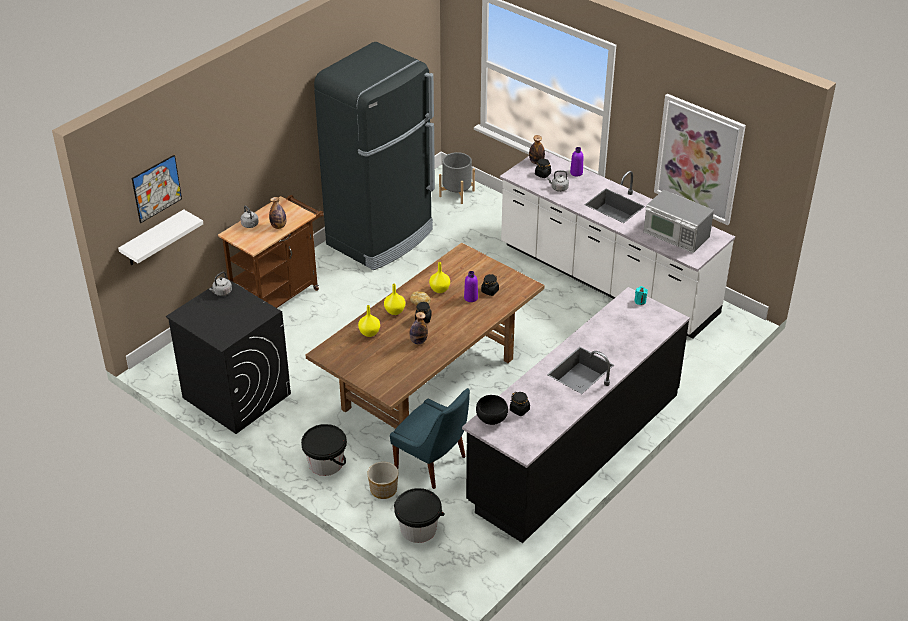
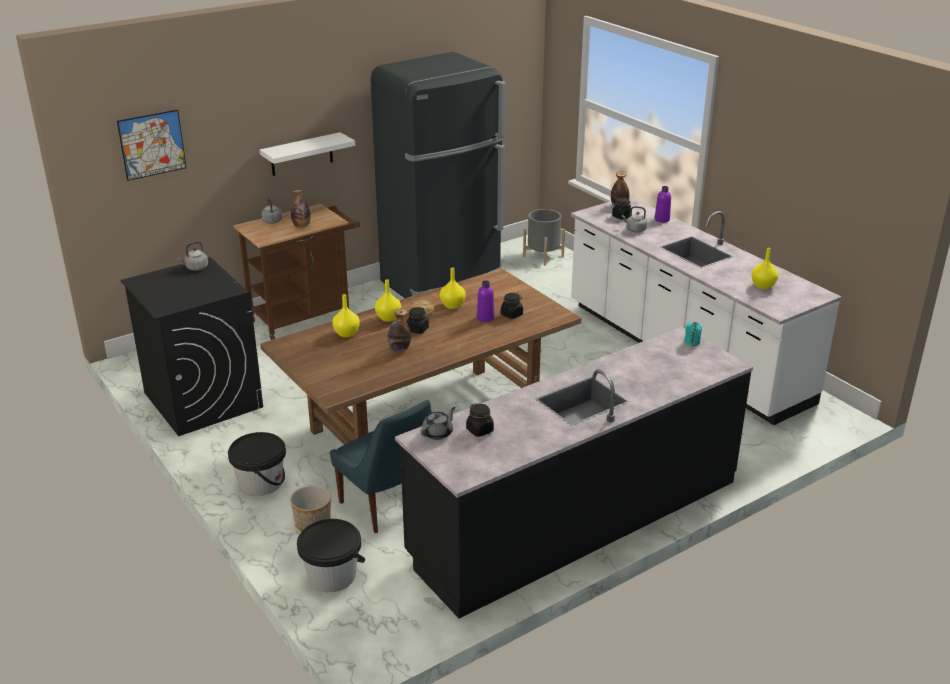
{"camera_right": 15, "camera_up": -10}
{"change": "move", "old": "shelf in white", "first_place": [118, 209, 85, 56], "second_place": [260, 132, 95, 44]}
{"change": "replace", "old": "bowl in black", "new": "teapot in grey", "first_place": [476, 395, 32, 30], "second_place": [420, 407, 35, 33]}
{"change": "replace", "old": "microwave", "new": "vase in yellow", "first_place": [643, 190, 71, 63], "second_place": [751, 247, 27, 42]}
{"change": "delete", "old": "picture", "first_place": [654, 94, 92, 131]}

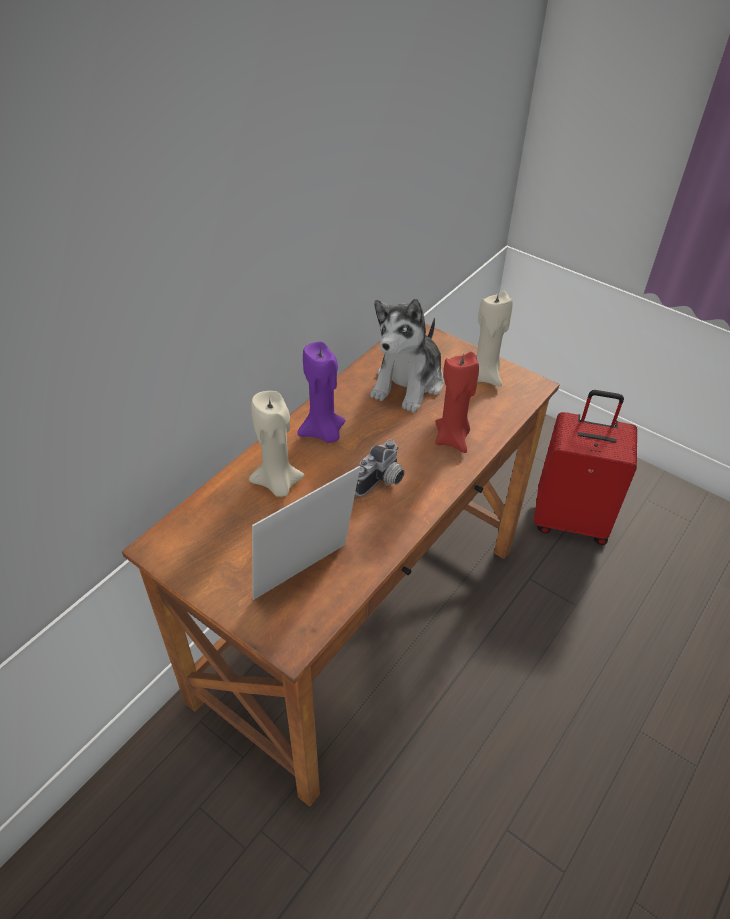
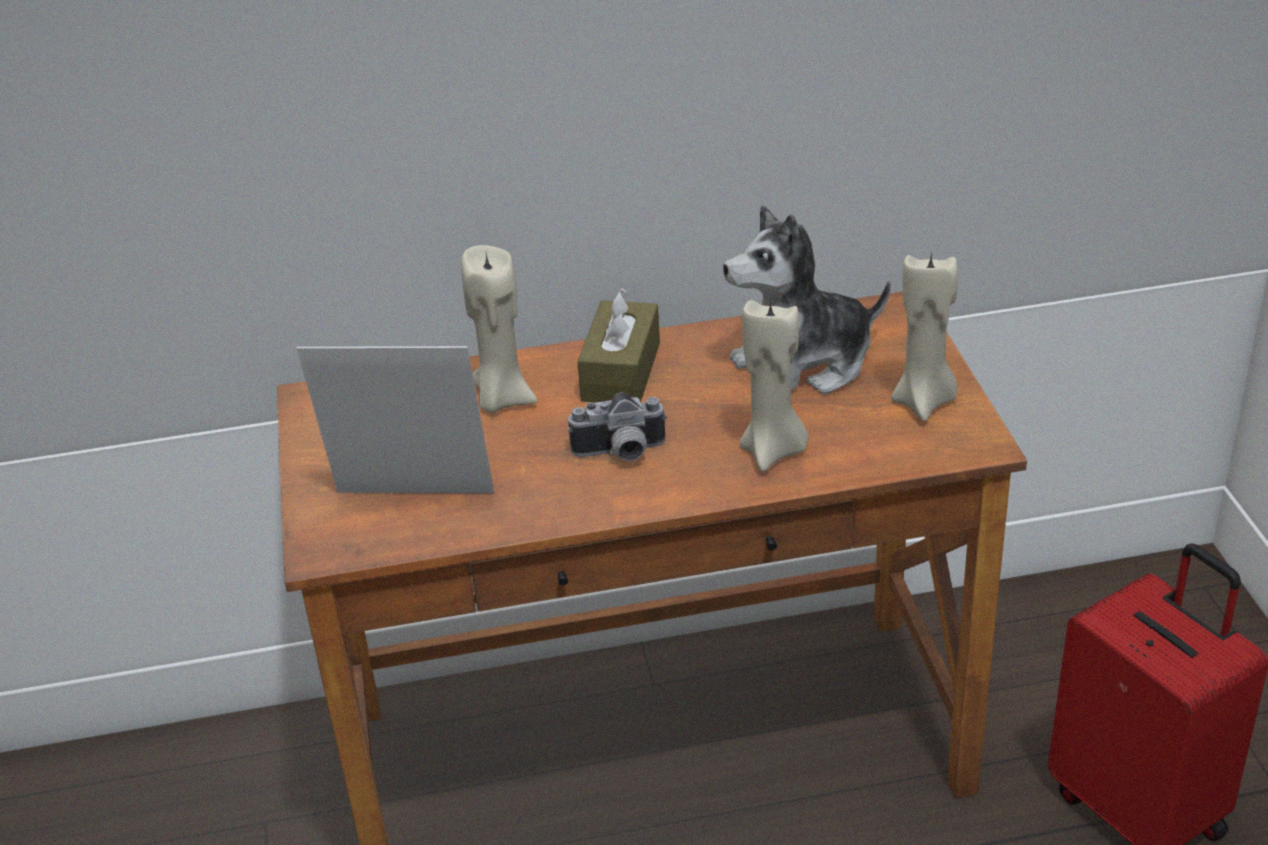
{"camera_right": 45, "camera_up": -10}
{"change": "replace", "old": "candle in purple", "new": "tissue box in brown", "first_place": [297, 342, 49, 101], "second_place": [577, 287, 83, 116]}
{"change": "recolor", "old": "candle in red", "new": "candle in beige", "first_place": [435, 352, 44, 101], "second_place": [740, 298, 68, 174]}

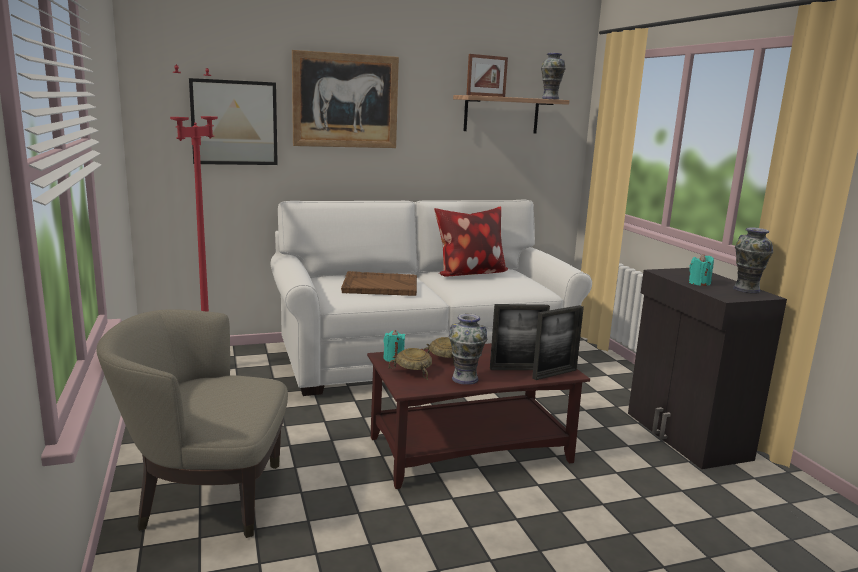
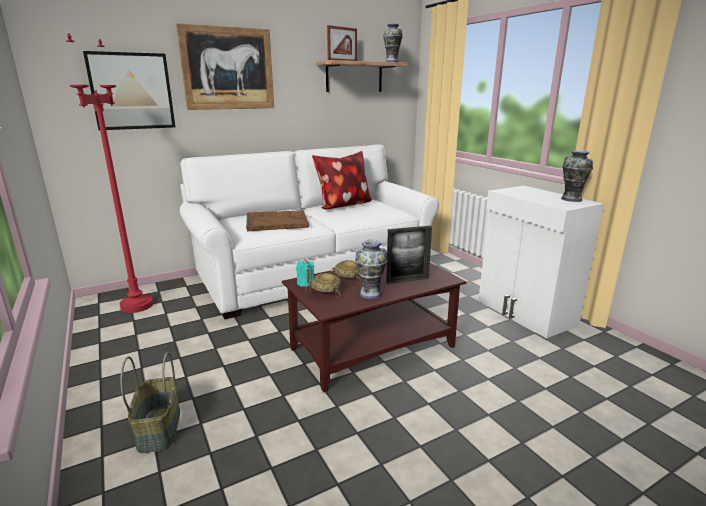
{"camera_right": -10, "camera_up": 5}
{"change": "replace", "old": "armchair in beige", "new": "basket", "first_place": [96, 309, 192, 229], "second_place": [120, 352, 60, 101]}
{"change": "recolor", "old": "cabinet in black", "new": "cabinet in white", "first_place": [628, 268, 159, 201], "second_place": [478, 186, 126, 152]}
{"change": "delete", "old": "picture frame", "first_place": [532, 305, 52, 75]}
{"change": "delete", "old": "candle in turquoise", "first_place": [689, 254, 25, 32]}

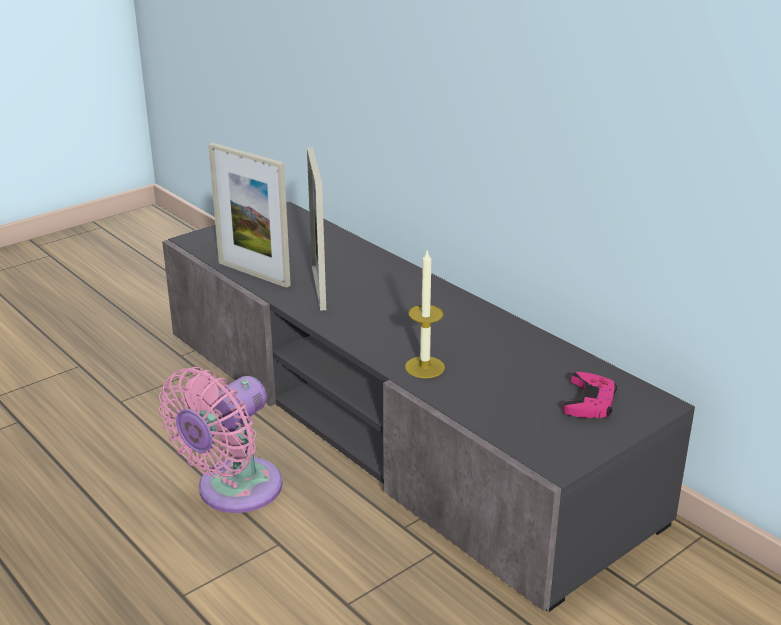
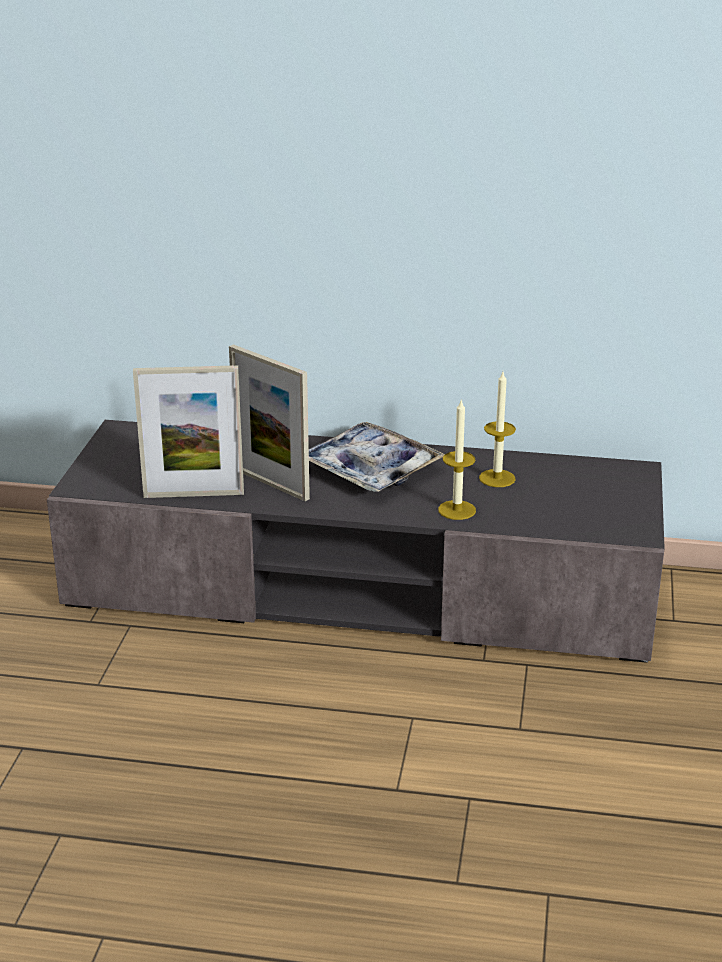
{"camera_right": -40, "camera_up": 0}
{"change": "insert", "new": "tray", "second_place": [309, 422, 136, 70]}
{"change": "insert", "new": "candle", "second_place": [479, 372, 37, 115]}
{"change": "delete", "old": "fan in pink", "first_place": [159, 367, 124, 146]}
{"change": "delete", "old": "game controller in pink", "first_place": [563, 372, 54, 46]}

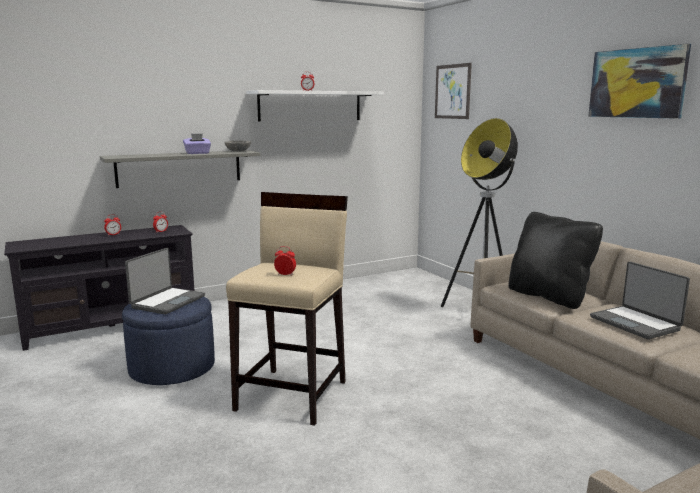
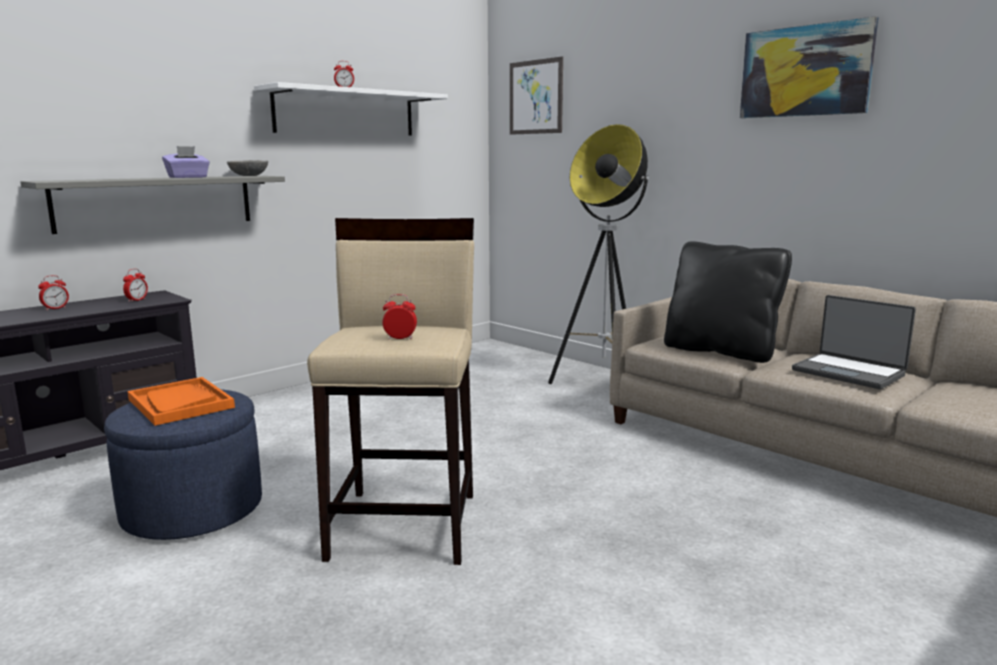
{"camera_right": -15, "camera_up": 0}
{"change": "replace", "old": "laptop", "new": "tray in orange", "first_place": [125, 248, 80, 66], "second_place": [128, 377, 107, 49]}

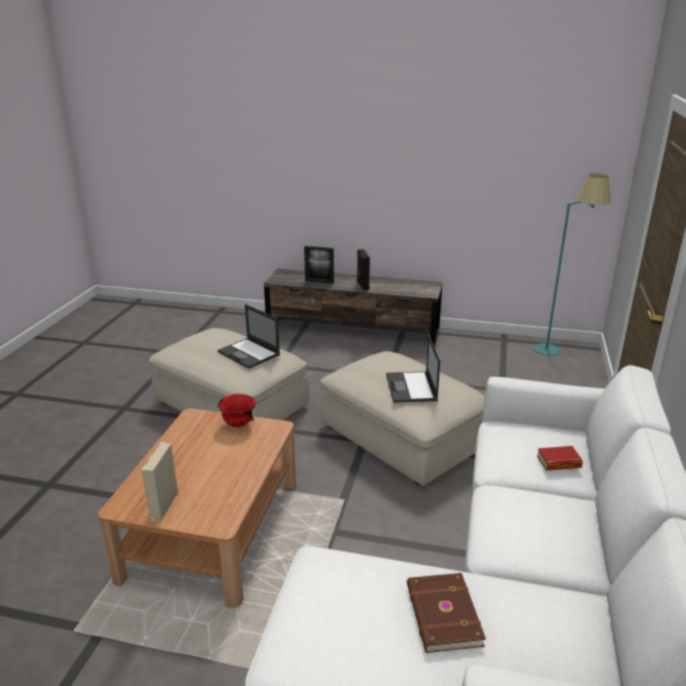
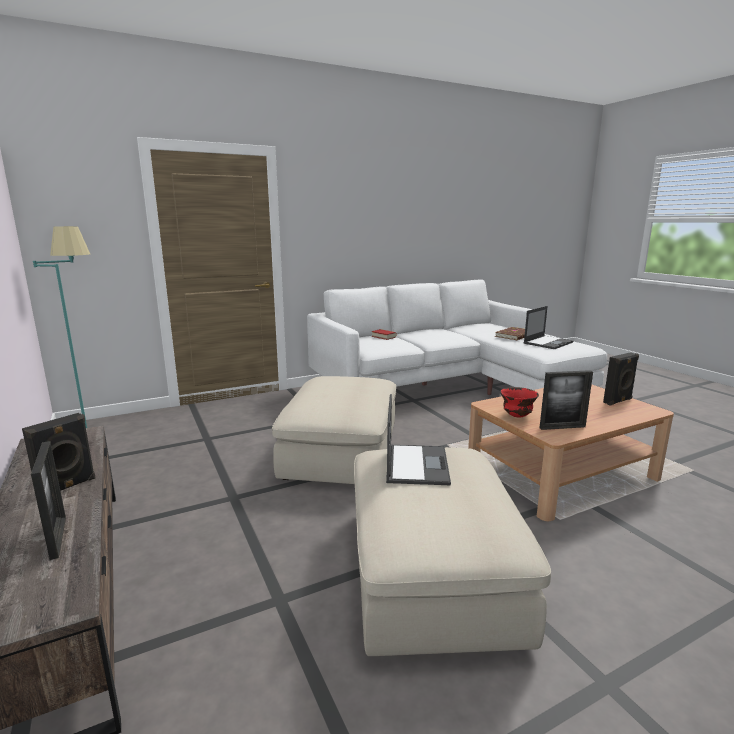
{"camera_right": -130, "camera_up": -10}
{"change": "move", "old": "laptop", "first_place": [386, 335, 54, 68], "second_place": [523, 306, 50, 43]}
{"change": "insert", "new": "picture frame", "second_place": [539, 370, 54, 60]}
{"change": "recolor", "old": "speaker in beige", "new": "speaker in black", "first_place": [141, 442, 37, 80], "second_place": [603, 352, 36, 54]}

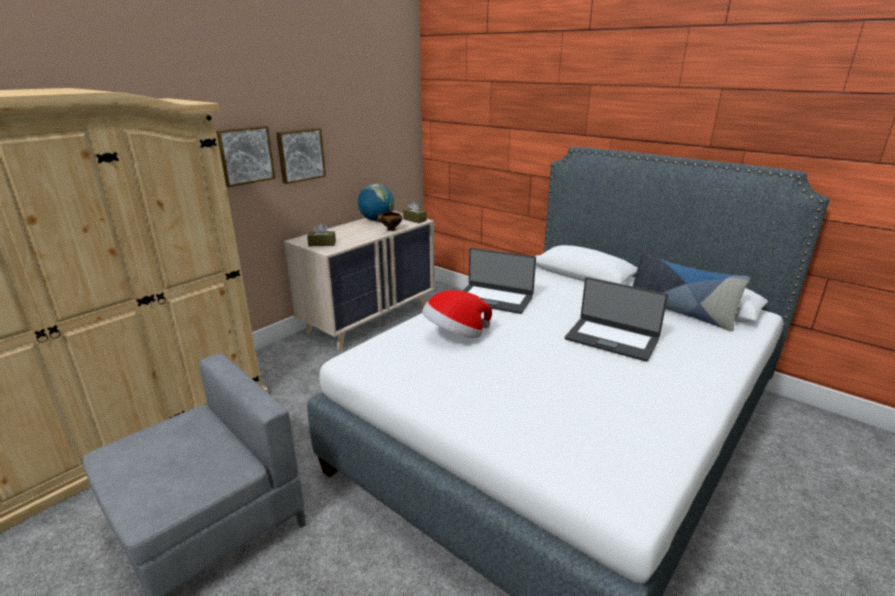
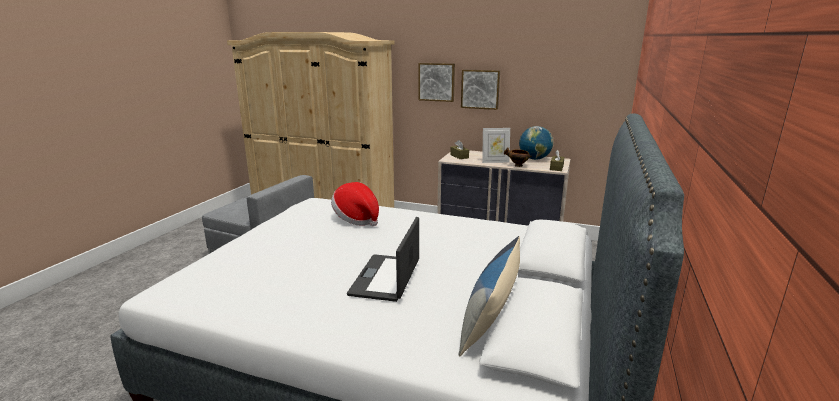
{"camera_right": 70, "camera_up": -5}
{"change": "insert", "new": "picture frame", "second_place": [482, 128, 28, 35]}
{"change": "delete", "old": "laptop", "first_place": [463, 248, 73, 66]}

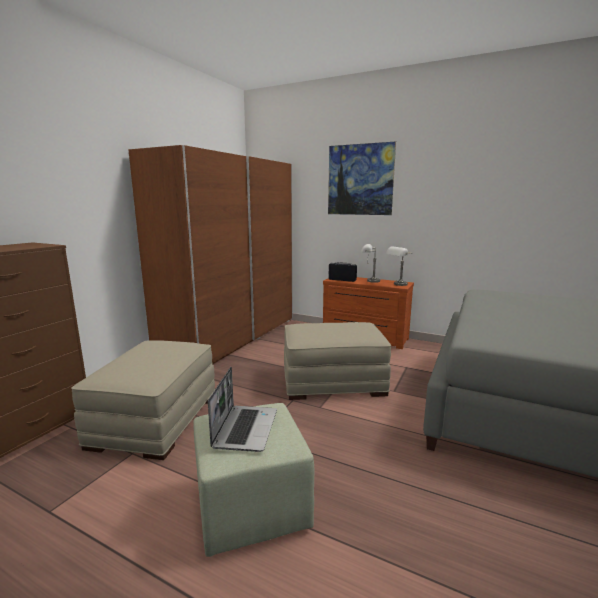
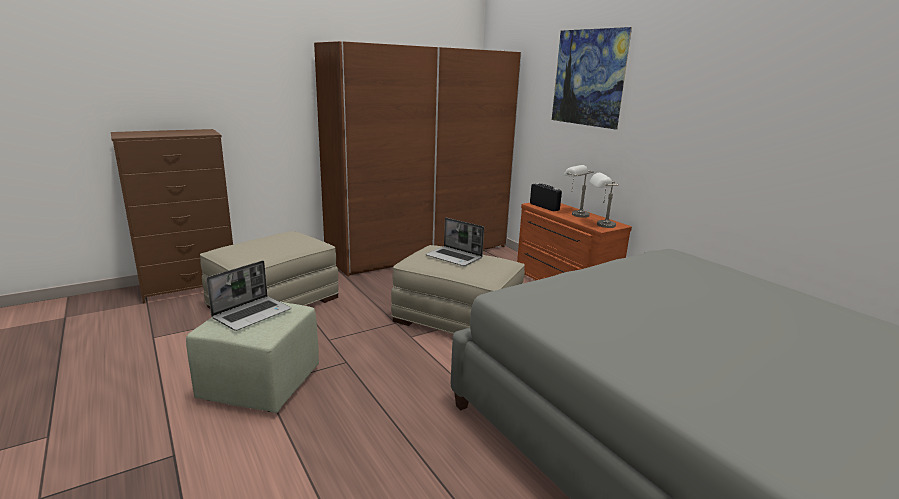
{"camera_right": 30, "camera_up": 5}
{"change": "insert", "new": "laptop", "second_place": [426, 218, 58, 48]}

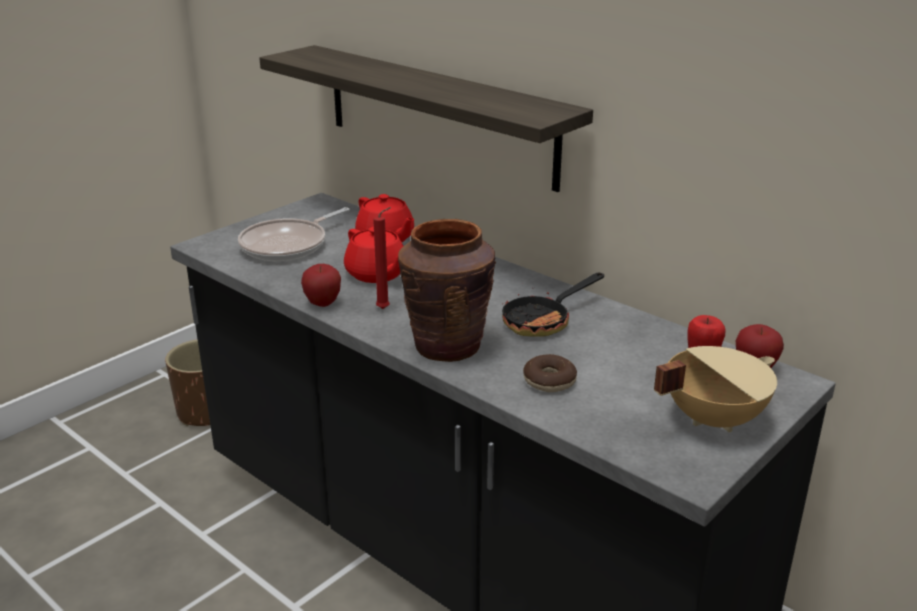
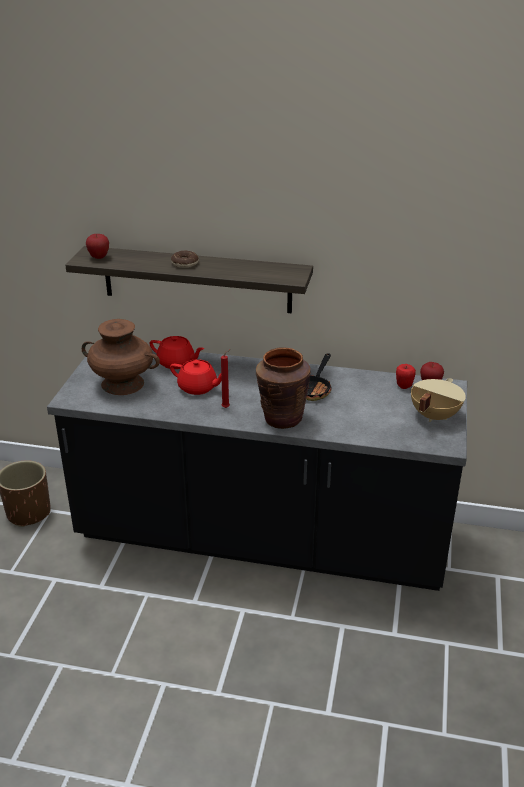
{"camera_right": -30, "camera_up": 5}
{"change": "replace", "old": "frying pan", "new": "vase in brown", "first_place": [238, 207, 112, 54], "second_place": [82, 319, 78, 76]}
{"change": "move", "old": "apple", "first_place": [301, 264, 40, 43], "second_place": [86, 234, 23, 25]}
{"change": "move", "old": "donut", "first_place": [523, 354, 54, 38], "second_place": [171, 251, 28, 17]}

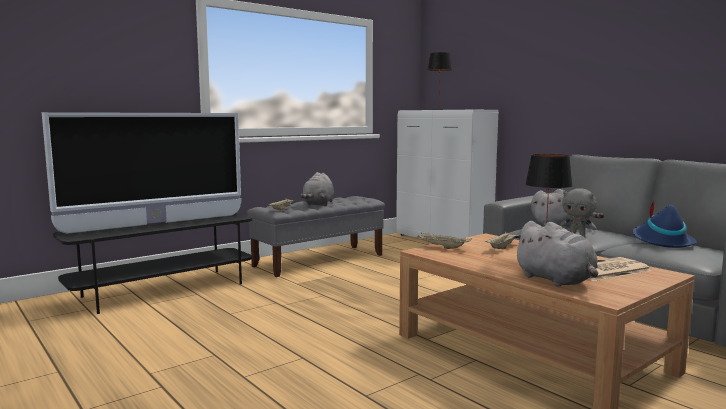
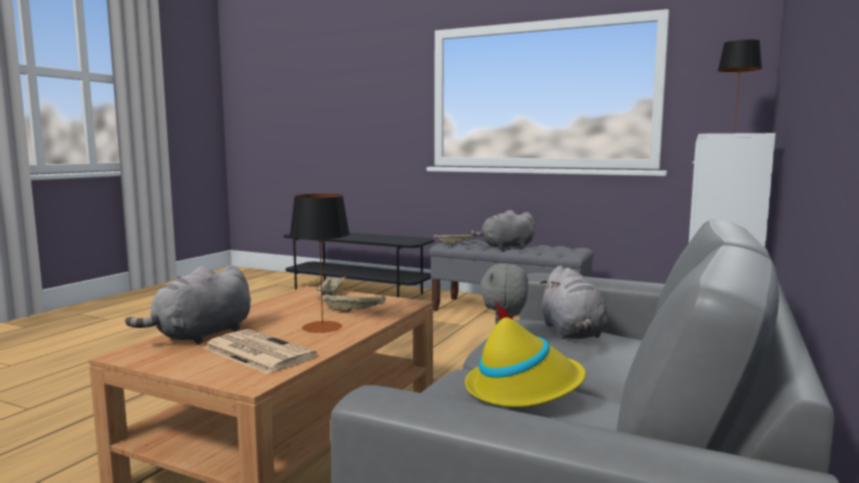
{"camera_right": 65, "camera_up": 0}
{"change": "recolor", "old": "hat in blue", "new": "hat in yellow", "first_place": [632, 199, 65, 49], "second_place": [465, 300, 121, 107]}
{"change": "delete", "old": "television", "first_place": [42, 112, 199, 122]}

